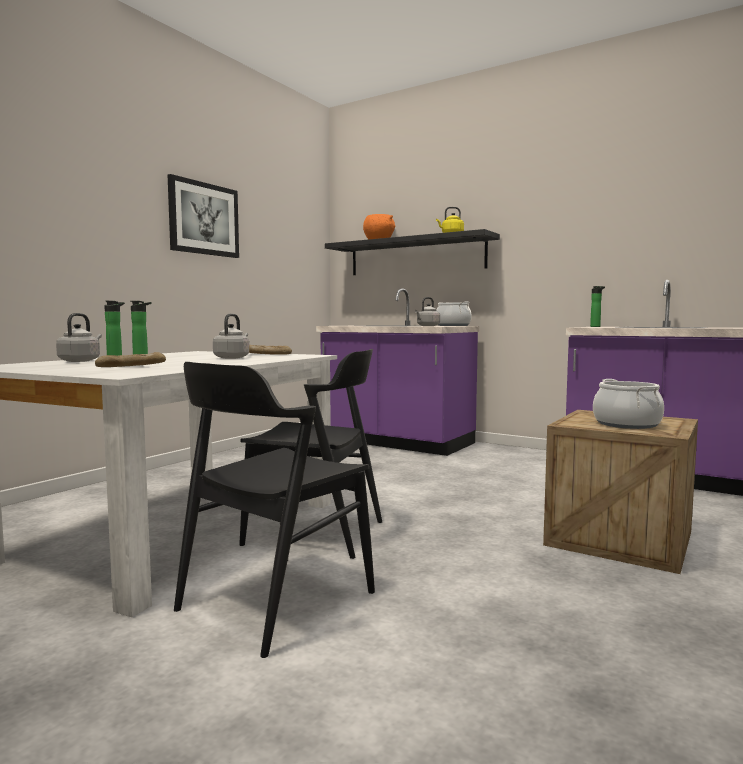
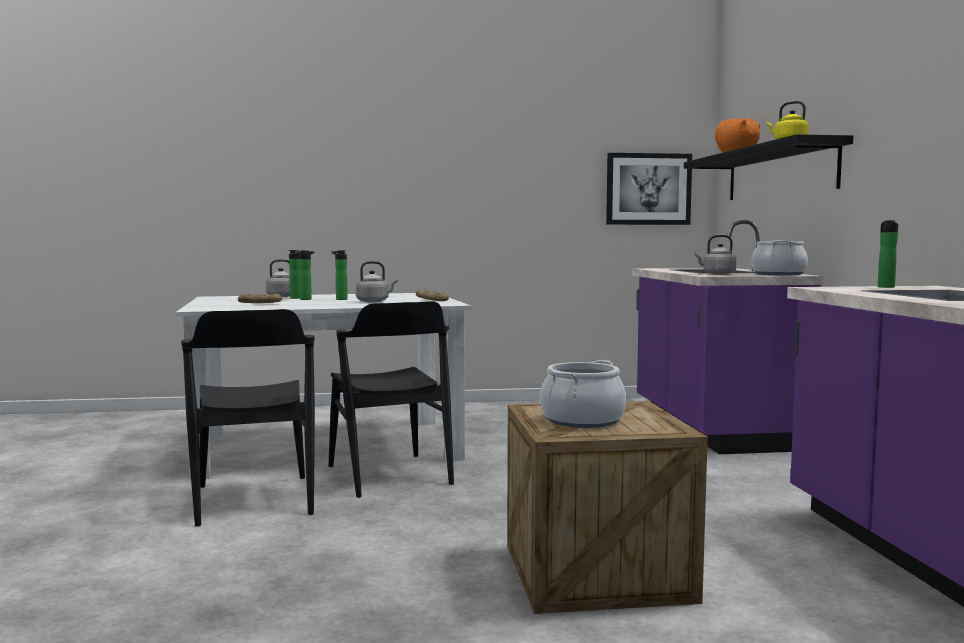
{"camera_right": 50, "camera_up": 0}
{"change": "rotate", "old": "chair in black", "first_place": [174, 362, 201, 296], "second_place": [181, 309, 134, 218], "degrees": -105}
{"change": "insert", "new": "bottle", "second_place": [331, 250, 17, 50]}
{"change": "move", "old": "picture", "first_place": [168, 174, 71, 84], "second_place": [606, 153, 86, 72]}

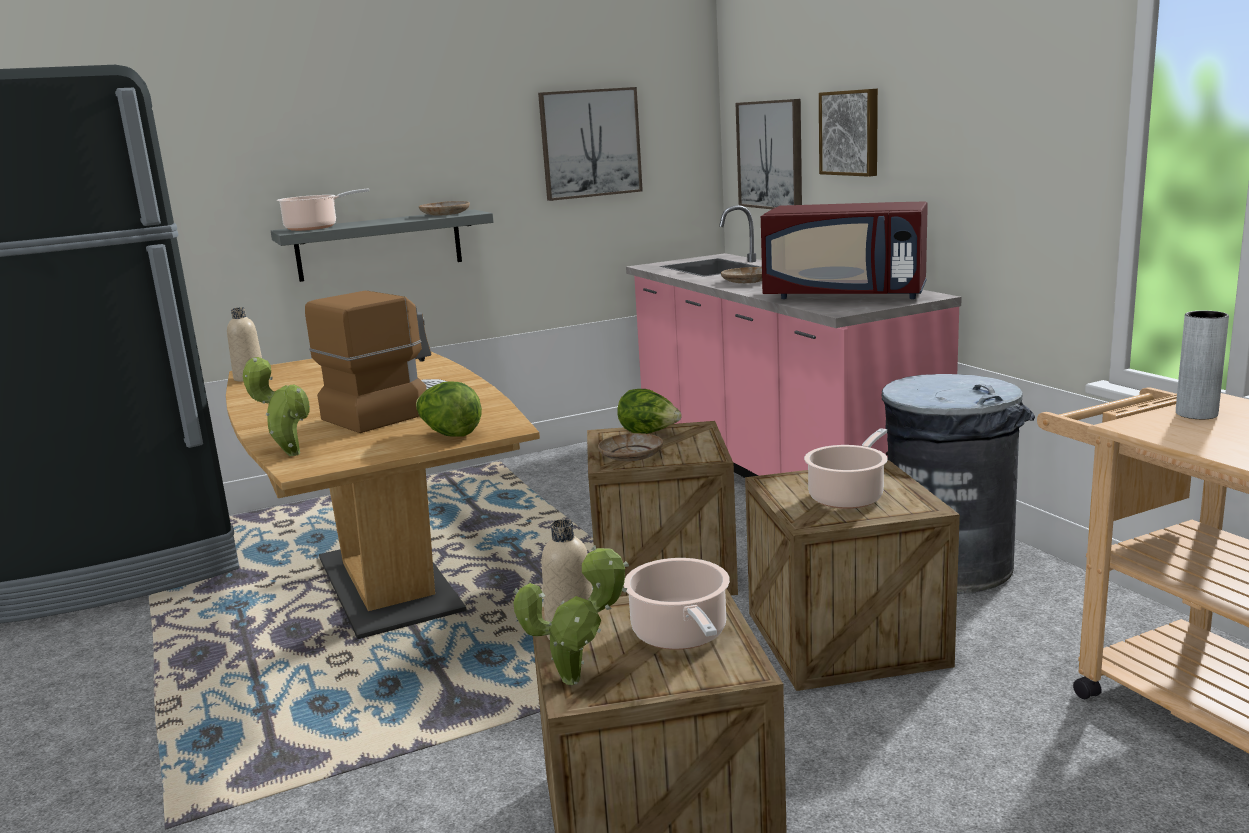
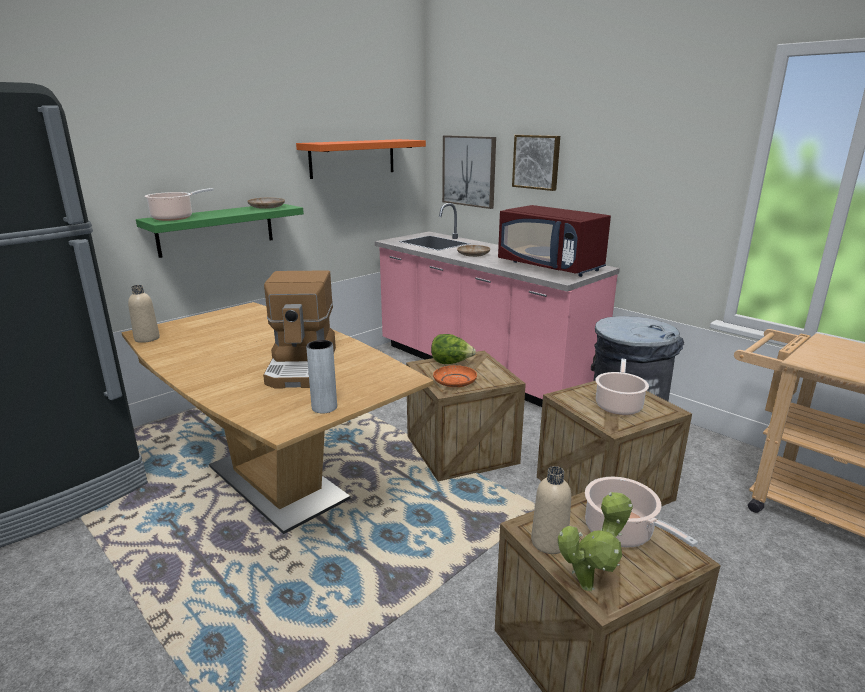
{"camera_right": -20, "camera_up": 5}
{"change": "recolor", "old": "shelf in grey", "new": "shelf in green", "first_place": [271, 210, 223, 72], "second_place": [136, 204, 168, 54]}
{"change": "rotate", "old": "coffee machine", "first_place": [305, 291, 143, 142], "second_place": [263, 270, 73, 119], "degrees": 150}
{"change": "replace", "old": "picture", "new": "shelf in orange", "first_place": [538, 87, 105, 114], "second_place": [296, 139, 130, 40]}
{"change": "move", "old": "vase in grey", "first_place": [1176, 311, 53, 108], "second_place": [306, 340, 31, 74]}
{"change": "recolor", "old": "plate in beige", "new": "plate in orange", "first_place": [598, 433, 65, 28], "second_place": [433, 365, 44, 22]}
{"change": "rotate", "old": "microwave in red", "first_place": [761, 202, 167, 97], "second_place": [498, 205, 113, 72], "degrees": 45}
{"change": "delete", "old": "potted plant", "first_place": [243, 357, 67, 99]}
{"change": "delete", "old": "lettuce", "first_place": [416, 381, 66, 56]}

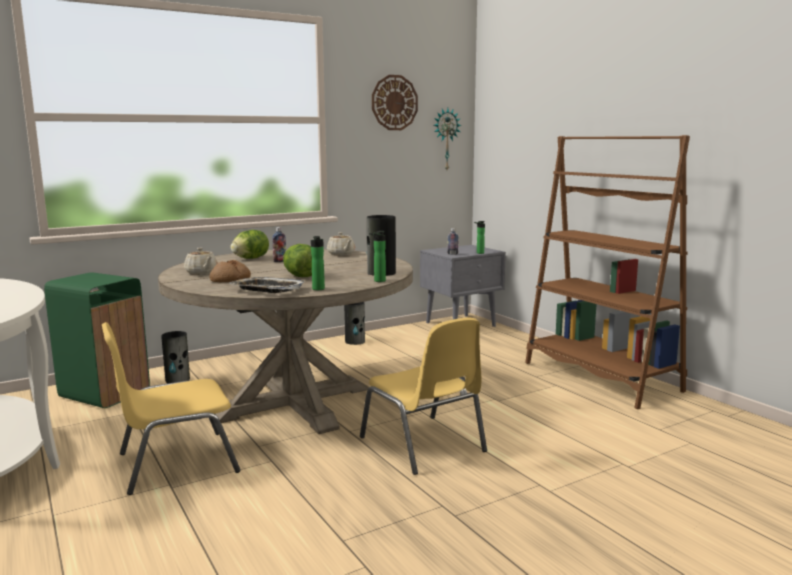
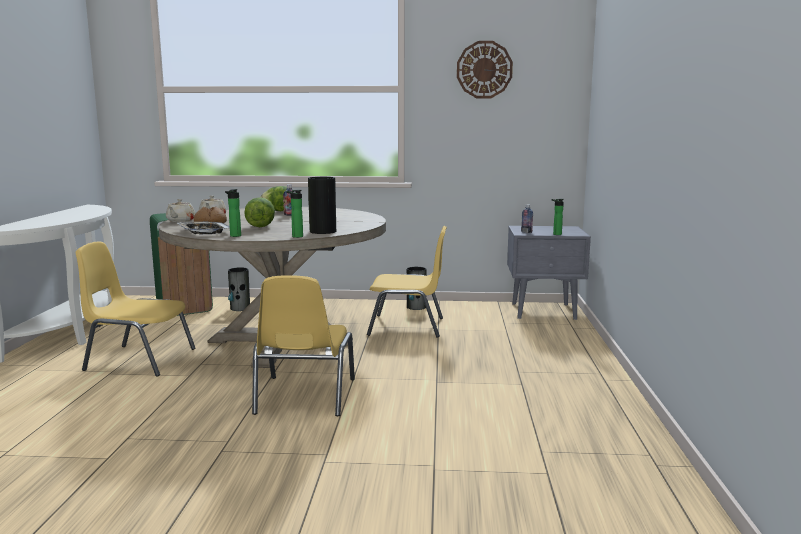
{"camera_right": 35, "camera_up": 0}
{"change": "move", "old": "teapot in beige", "first_place": [327, 232, 28, 24], "second_place": [166, 199, 30, 23]}
{"change": "insert", "new": "chair in yellow", "second_place": [367, 226, 80, 111]}
{"change": "delete", "old": "wall clock", "first_place": [434, 108, 28, 62]}
{"change": "delete", "old": "bookcase in brown", "first_place": [525, 135, 165, 274]}

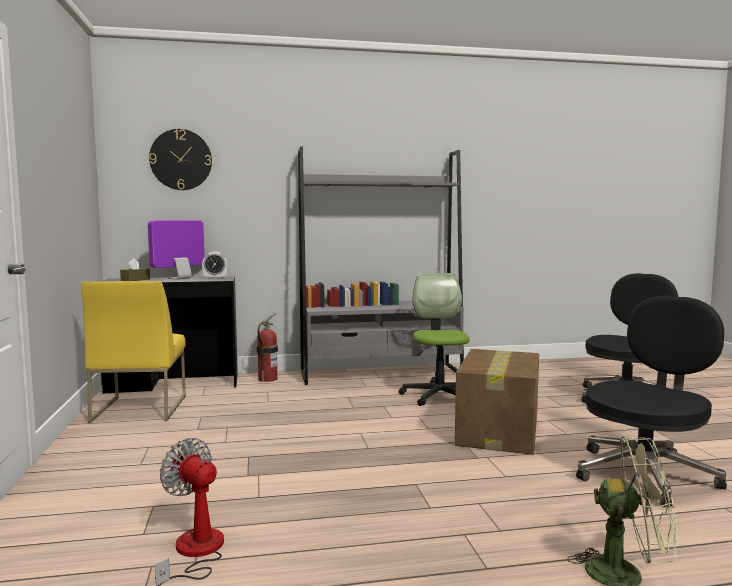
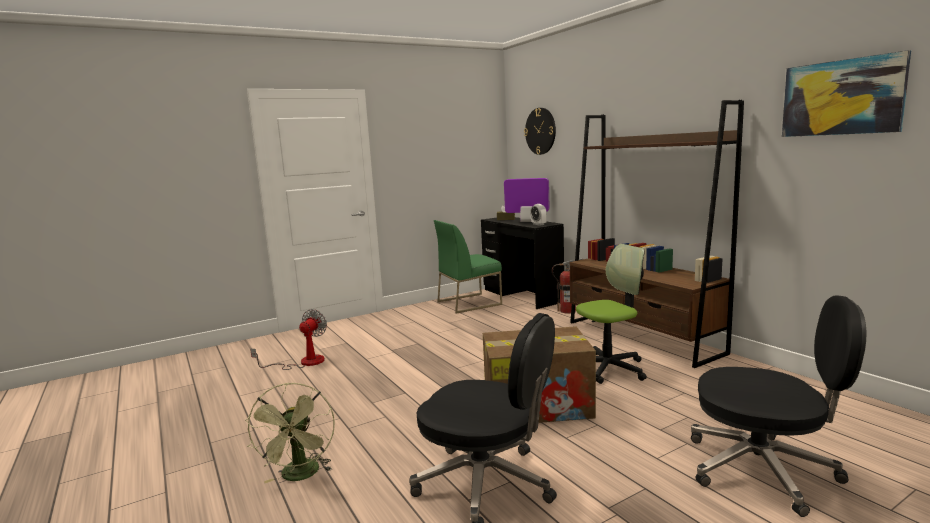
{"camera_right": 70, "camera_up": 5}
{"change": "recolor", "old": "chair in yellow", "new": "chair in green", "first_place": [81, 281, 105, 142], "second_place": [434, 220, 68, 93]}
{"change": "recolor", "old": "bookcase in grey", "new": "bookcase in brown", "first_place": [298, 146, 166, 239], "second_place": [570, 100, 174, 268]}
{"change": "insert", "new": "picture", "second_place": [782, 50, 129, 87]}

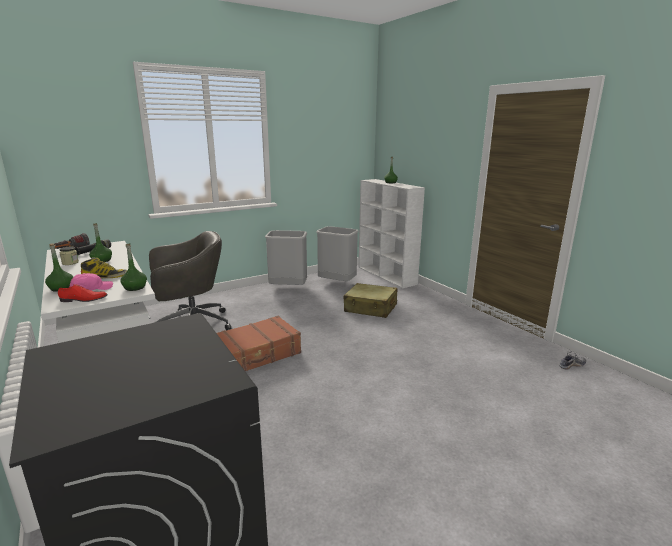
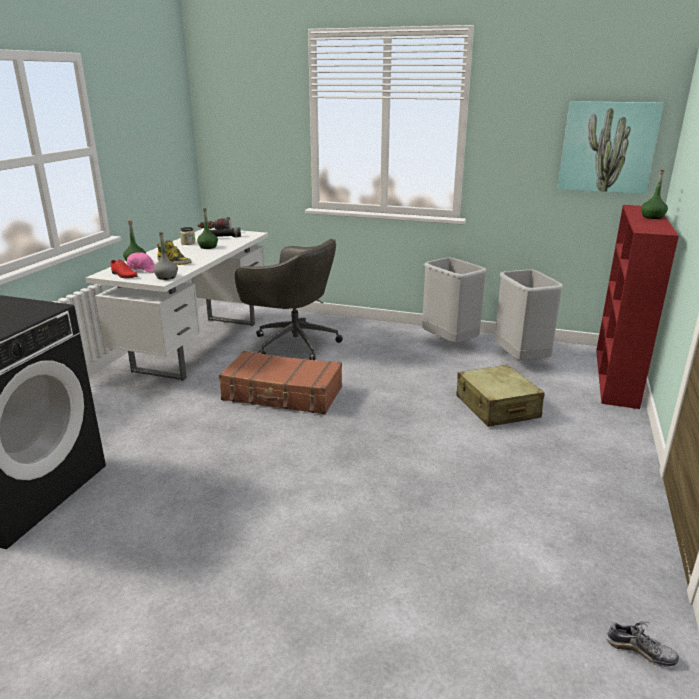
{"camera_right": 50, "camera_up": 5}
{"change": "recolor", "old": "bottle in green", "new": "bottle in grey", "first_place": [120, 244, 27, 47], "second_place": [153, 232, 25, 48]}
{"change": "insert", "new": "picture", "second_place": [558, 101, 106, 93]}
{"change": "recolor", "old": "bookcase in white", "new": "bookcase in red", "first_place": [359, 179, 66, 110], "second_place": [596, 205, 83, 204]}

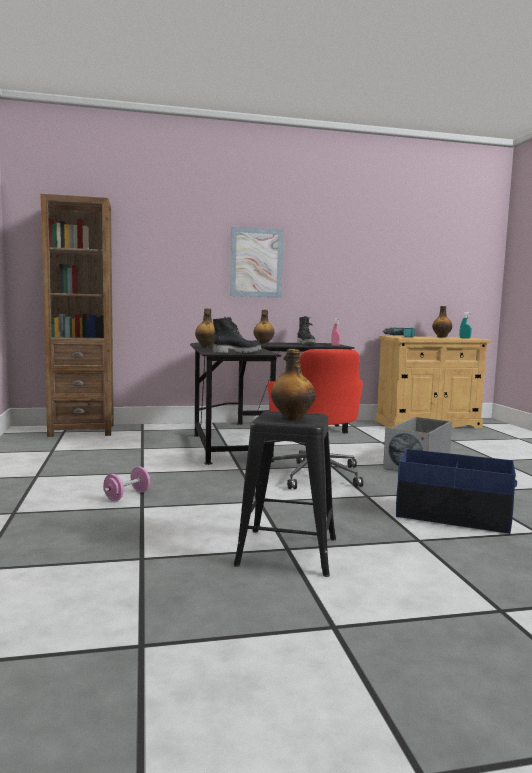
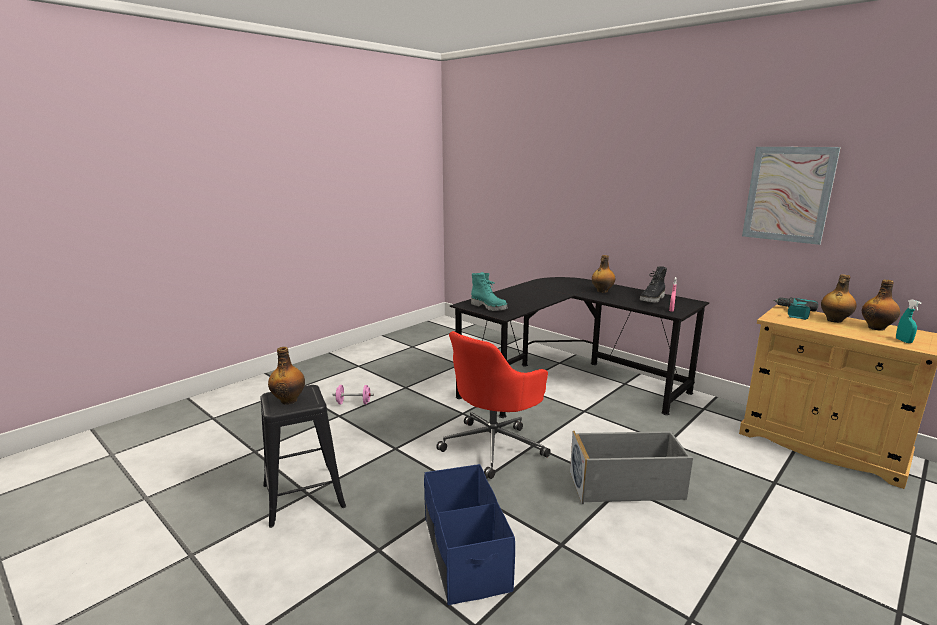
{"camera_right": 55, "camera_up": 10}
{"change": "recolor", "old": "boot in black", "new": "boot in turquoise", "first_place": [213, 317, 49, 36], "second_place": [471, 272, 37, 39]}
{"change": "move", "old": "picture", "first_place": [230, 227, 54, 71], "second_place": [742, 147, 99, 98]}
{"change": "move", "old": "bottle", "first_place": [195, 308, 20, 40], "second_place": [821, 274, 36, 49]}
{"change": "delete", "old": "bookcase in brown", "first_place": [40, 194, 74, 243]}

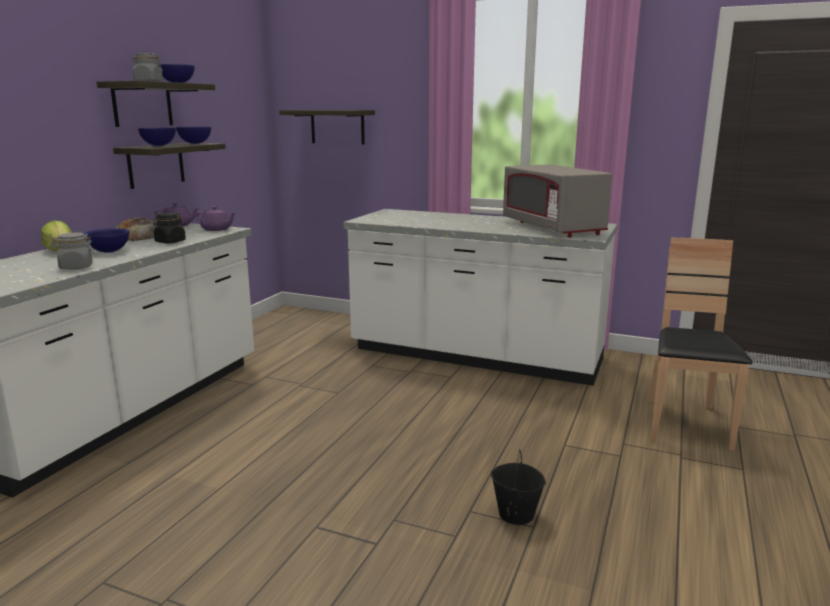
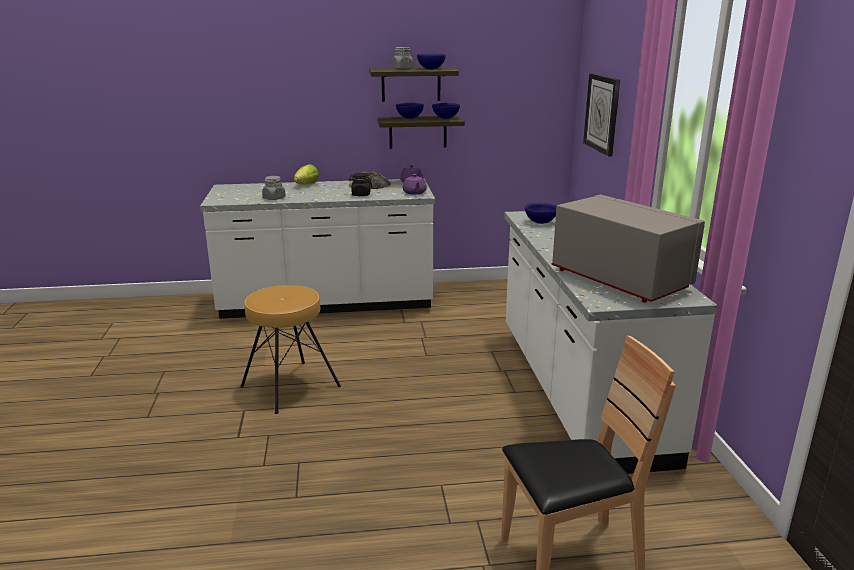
{"camera_right": 60, "camera_up": 5}
{"change": "insert", "new": "stool in brown", "second_place": [241, 285, 100, 129]}
{"change": "move", "old": "bowl in blue", "first_place": [84, 228, 45, 25], "second_place": [525, 203, 31, 21]}
{"change": "rotate", "old": "microwave in grey", "first_place": [503, 165, 109, 72], "second_place": [552, 194, 153, 108], "degrees": 105}
{"change": "replace", "old": "shelf", "new": "wall clock", "first_place": [279, 110, 96, 34], "second_place": [583, 73, 37, 83]}
{"change": "delete", "old": "bucket in black", "first_place": [491, 449, 55, 76]}

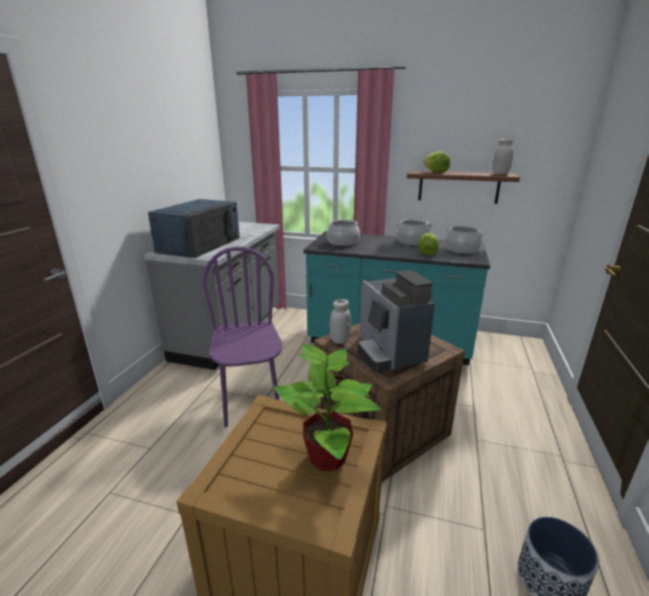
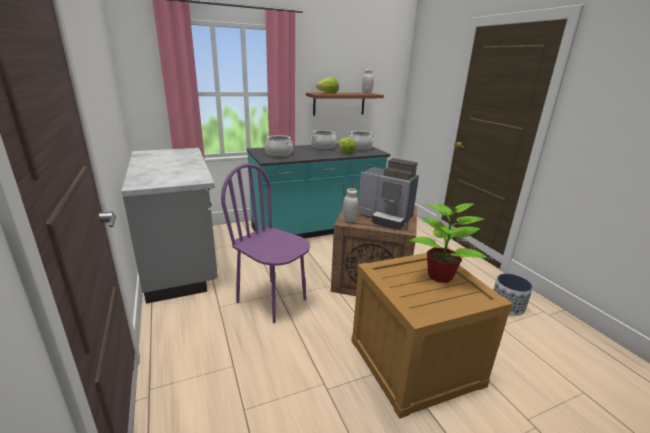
{"camera_right": -40, "camera_up": 0}
{"change": "delete", "old": "microwave in blue", "first_place": [148, 199, 92, 59]}

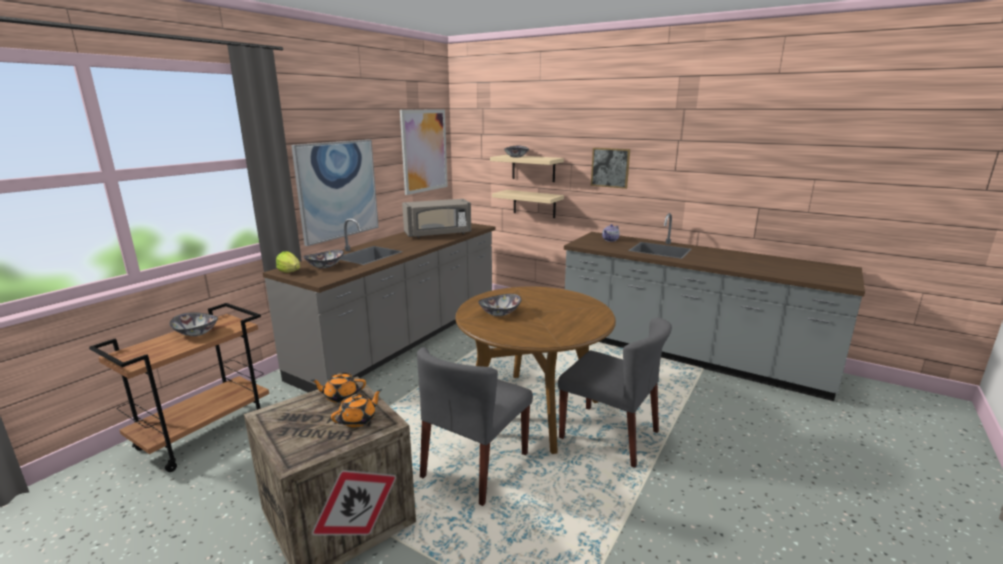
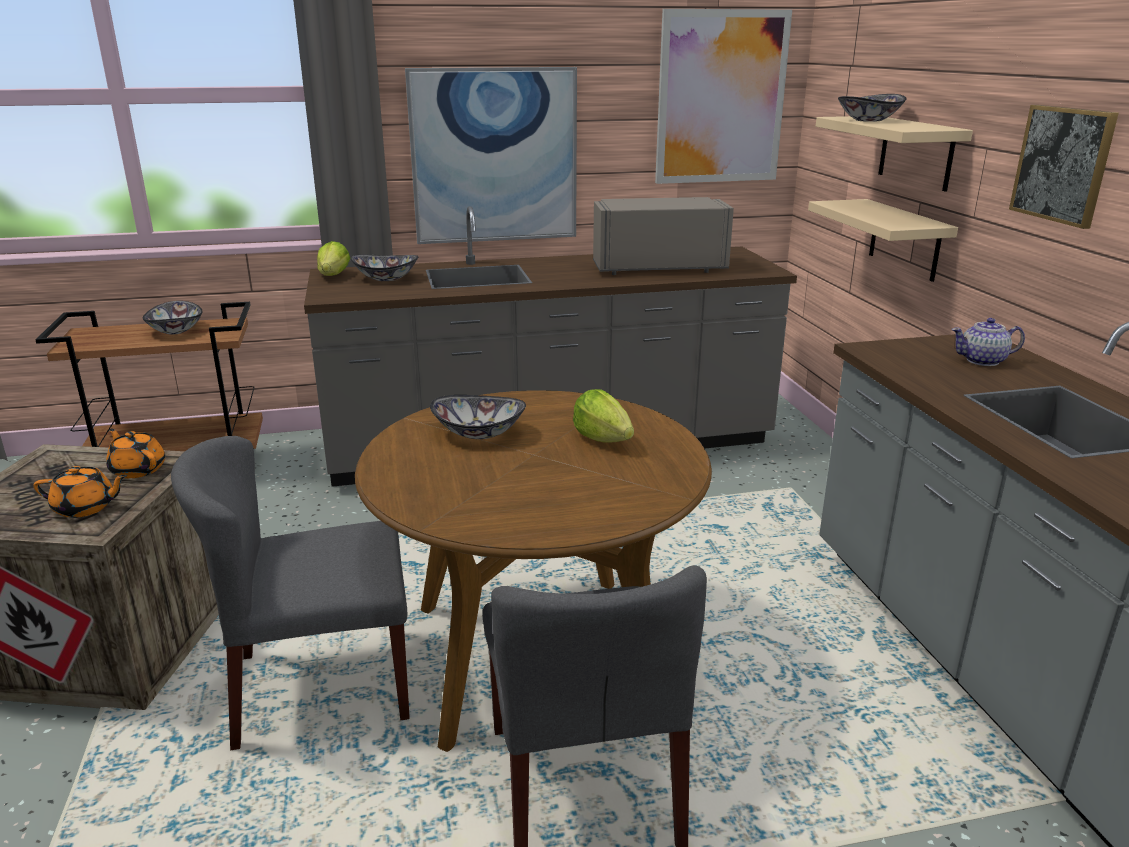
{"camera_right": 45, "camera_up": 5}
{"change": "insert", "new": "lettuce", "second_place": [573, 389, 61, 54]}
{"change": "rotate", "old": "microwave in grey", "first_place": [402, 199, 69, 39], "second_place": [593, 197, 141, 78], "degrees": 150}

